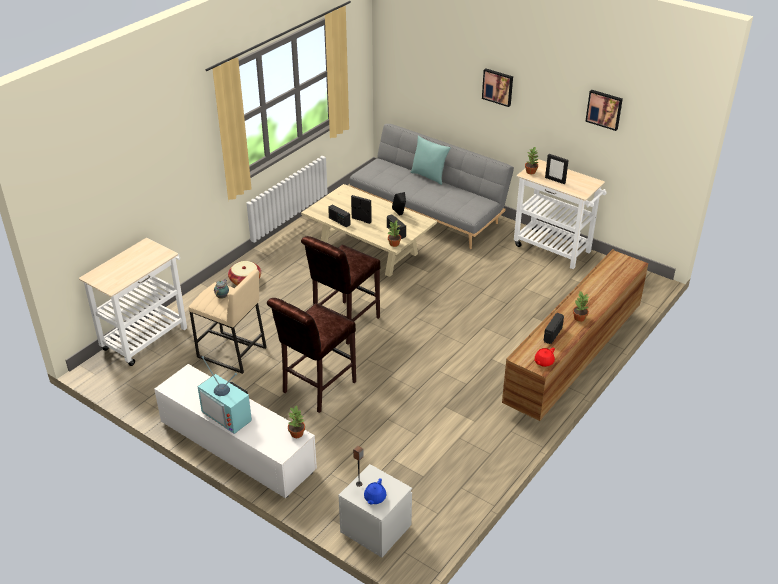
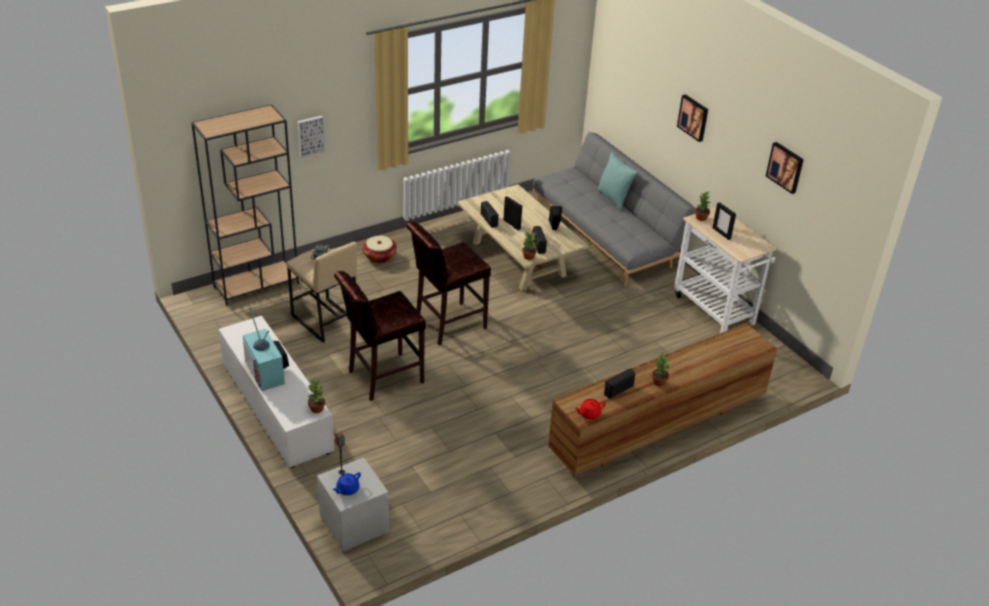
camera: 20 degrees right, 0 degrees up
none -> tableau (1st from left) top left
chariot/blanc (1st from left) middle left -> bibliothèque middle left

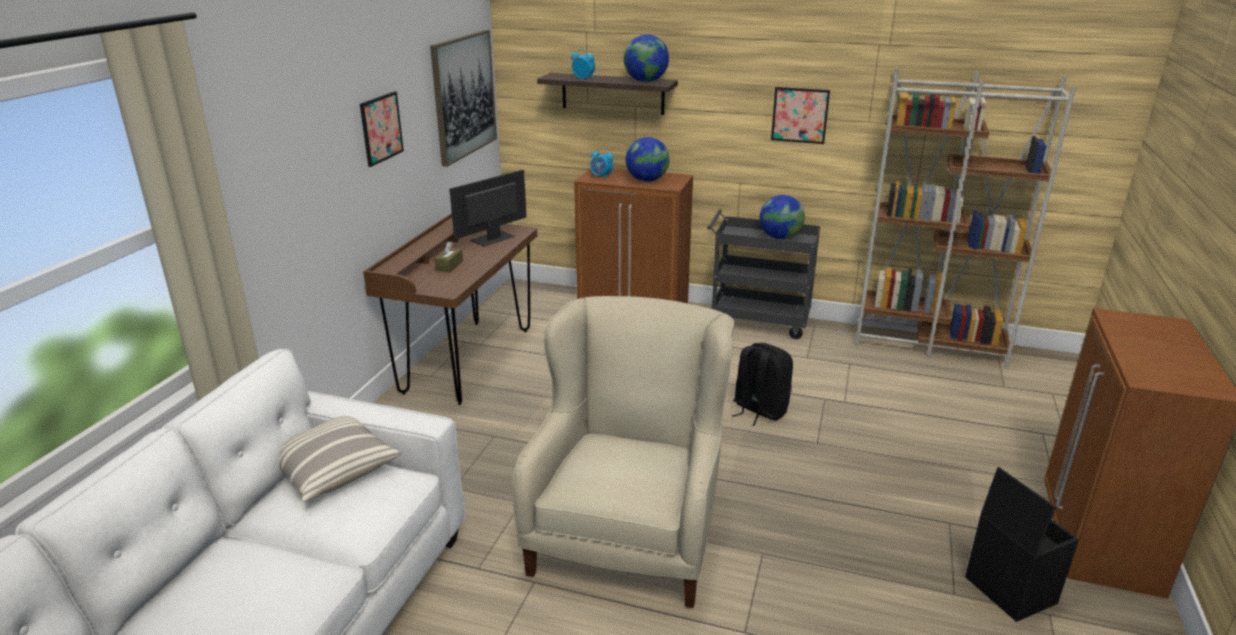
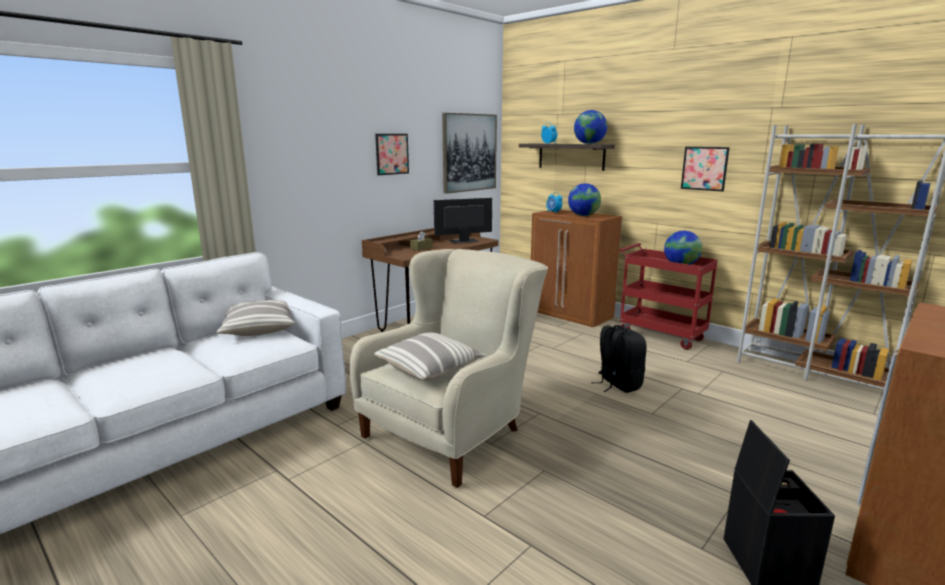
camera: 25 degrees right, 10 degrees down
none -> coussin (2nd from left) centre
chariot/gris centre -> chariot/rouge middle right

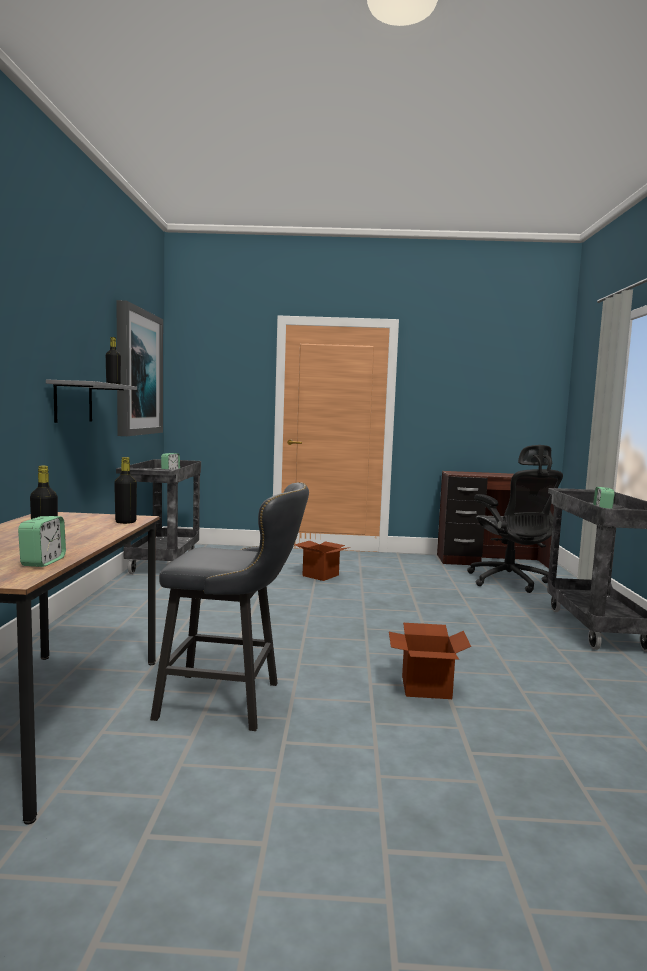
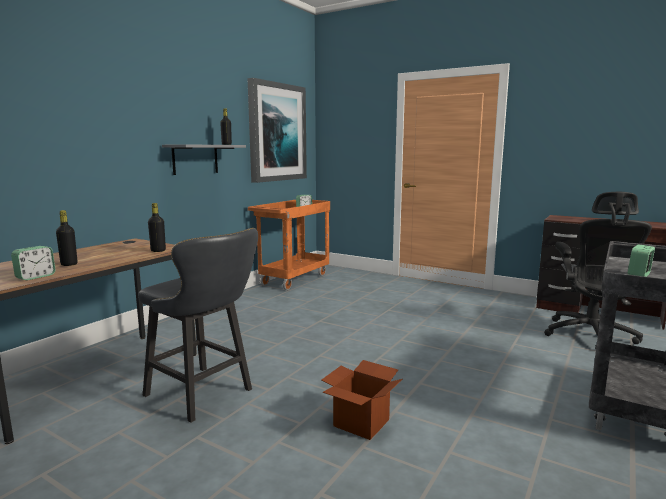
camera: 30 degrees right, 5 degrees up
carton (1st from left) centre -> none
chariot/gris (1st from left) middle left -> chariot/orange centre

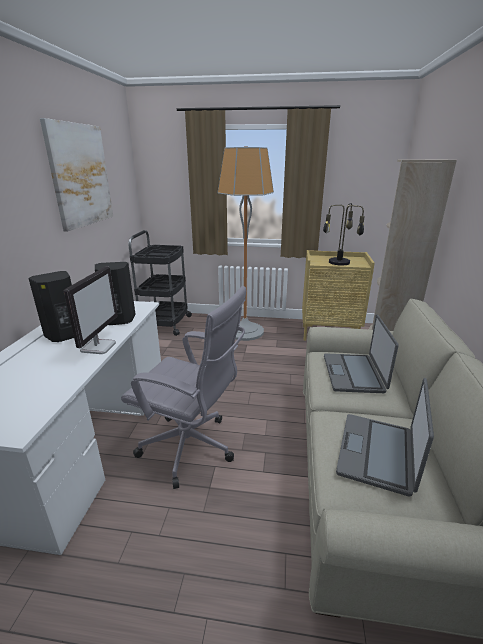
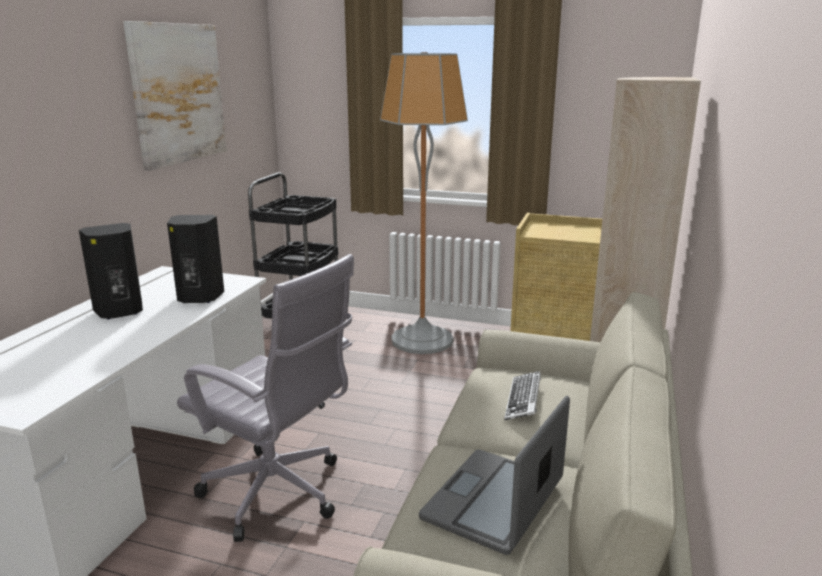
camera: 10 degrees right, 5 degrees down
écran d'ordinateur middle left -> none
lampe de table middle right -> none
ordinateur portable (1st from left) middle right -> clavier bottom centre

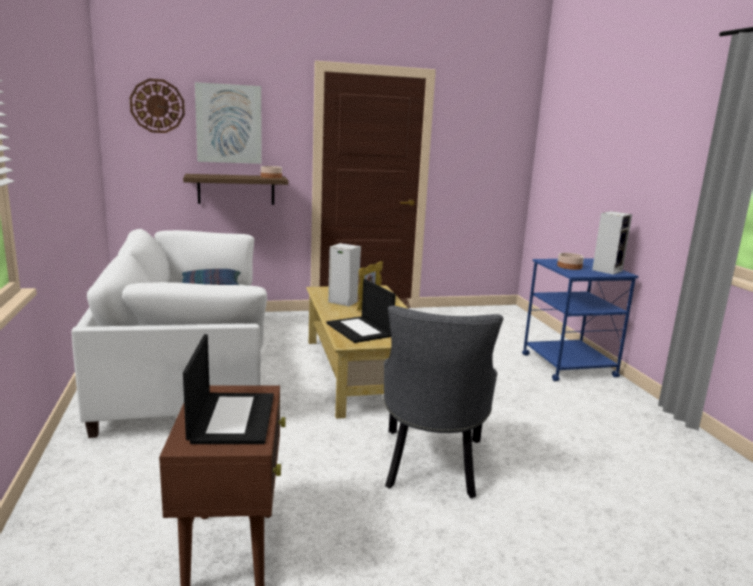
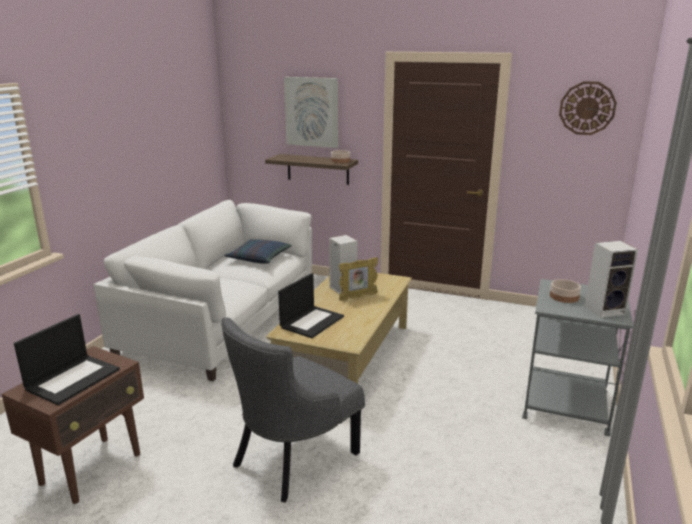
camera: 35 degrees right, 5 degrees up
horloge murale top left -> horloge murale top right, move
chariot/bleu middle right -> chariot/gris bottom right
ordinateur portable (2nd from left) centre, 150 degrees counterclockwise

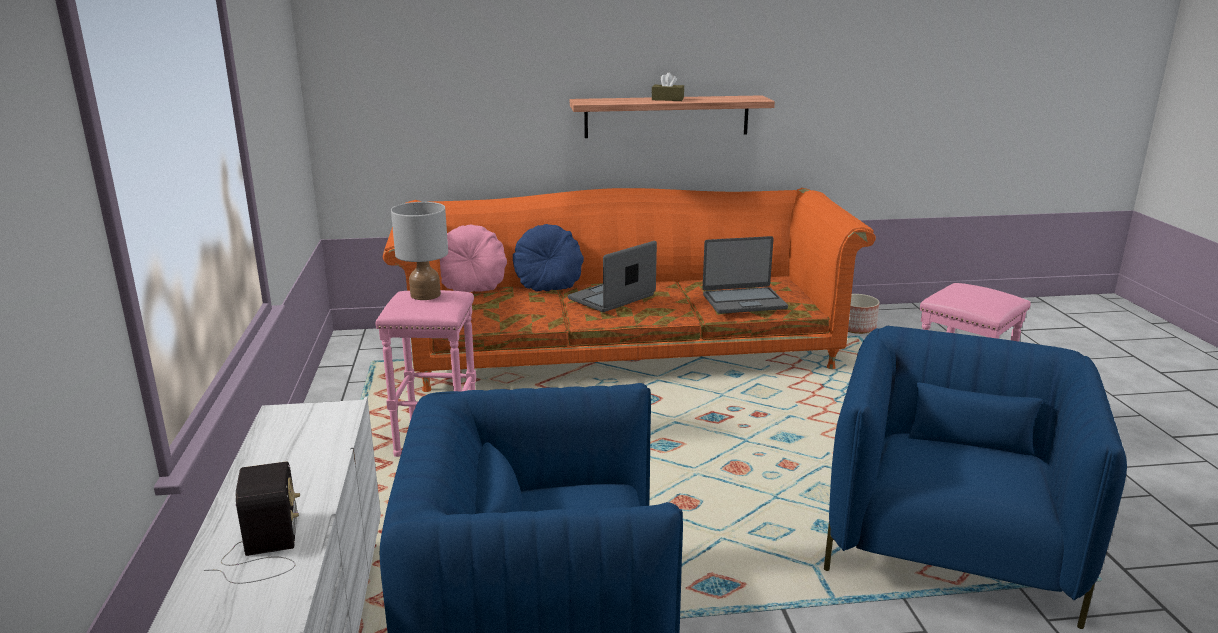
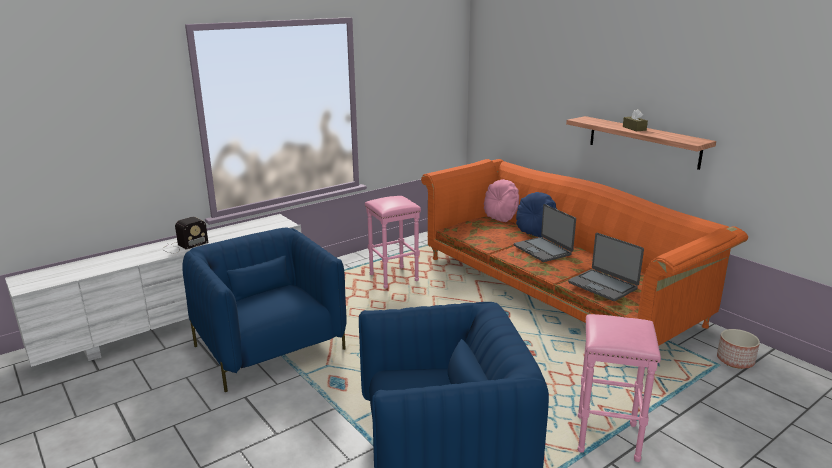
camera: 60 degrees right, 0 degrees up
lampe de table/gris centre -> none
ordinateur portable (1st from left) centre, 135 degrees counterclockwise

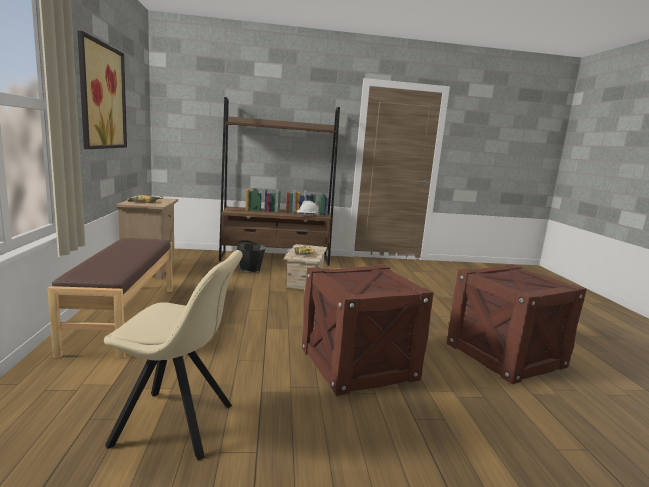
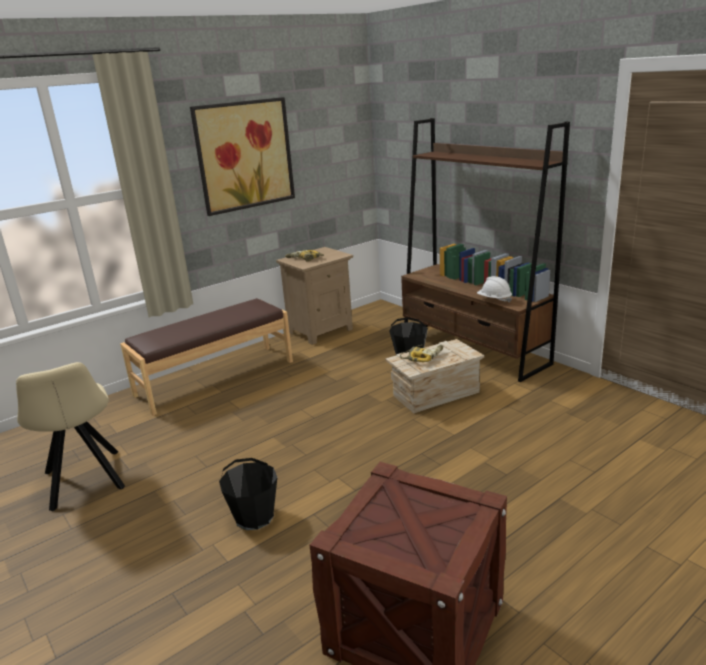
camera: 60 degrees right, 10 degrees up
caisse (2nd from left) bottom centre -> seau/noir (1st from left) bottom centre

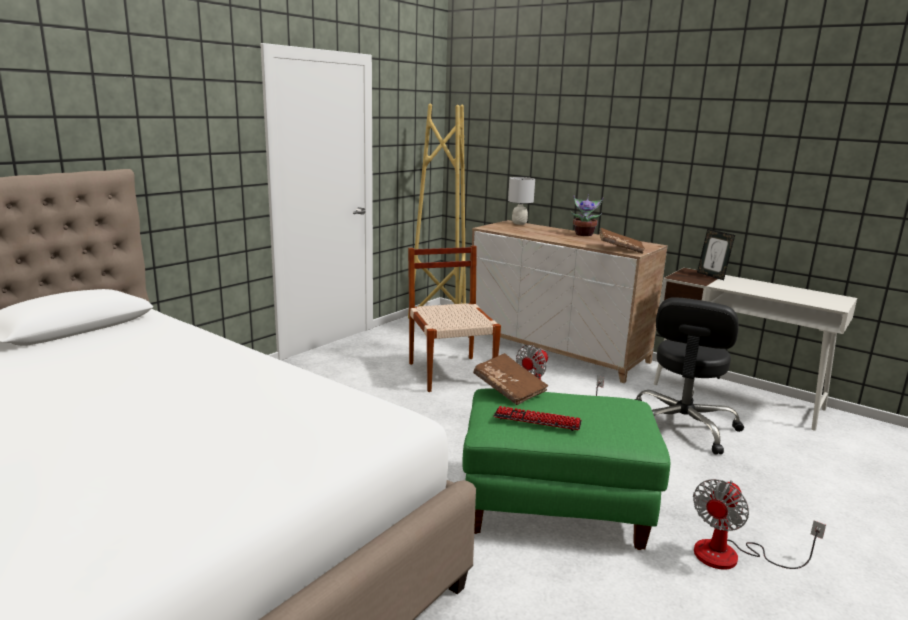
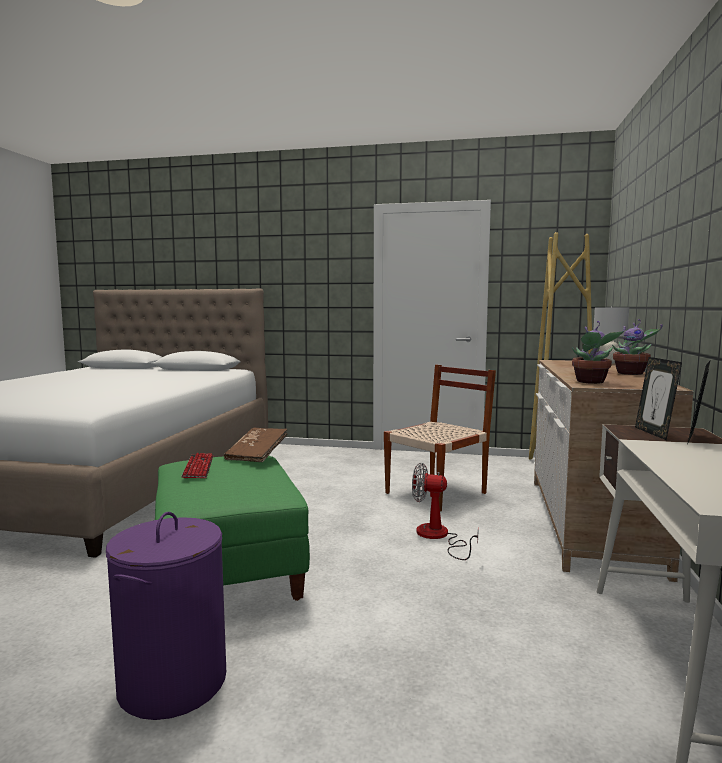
camera: 65 degrees right, 10 degrees down
chaise de bureau/noir middle right -> none
none -> cadre photo (1st from left) middle right
livre/marron (2nd from left) middle right -> plante en pot (1st from left) middle right
ventilateur (2nd from left) bottom right -> panier à linge/violet bottom left

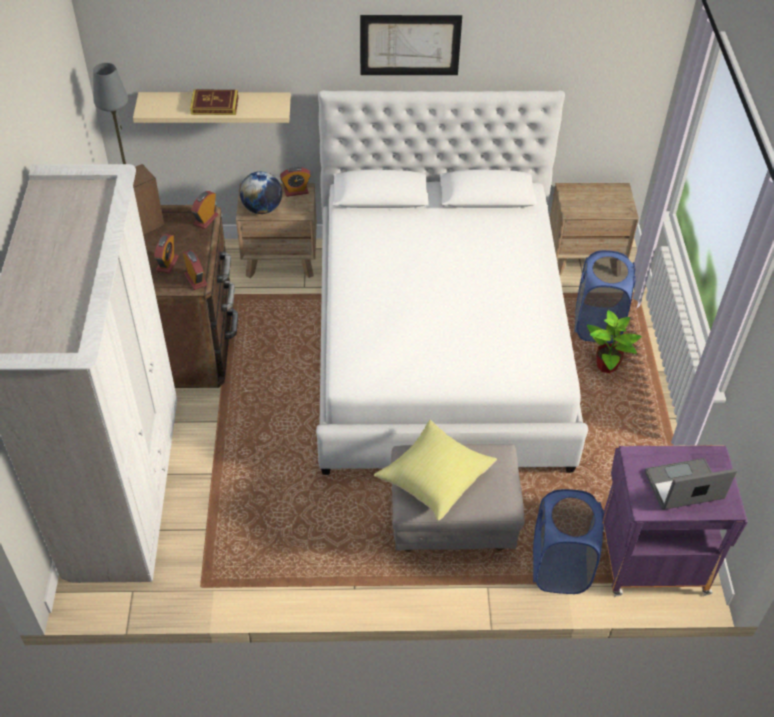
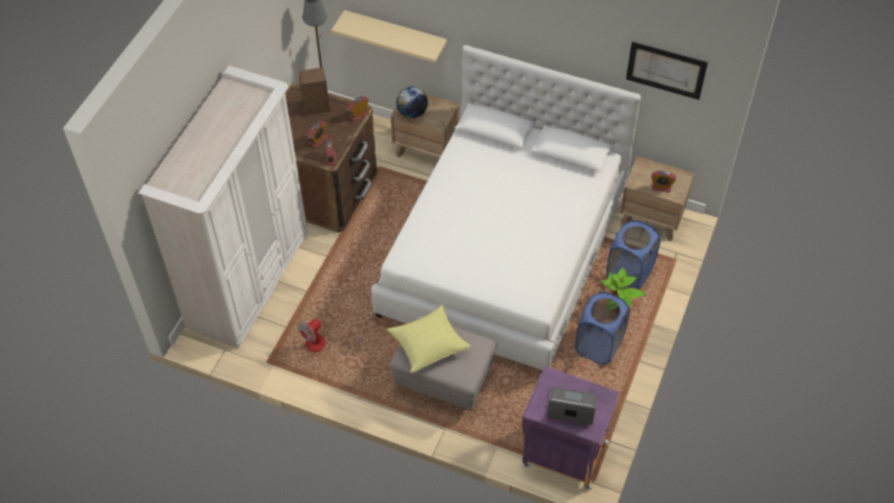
camera: 25 degrees right, 5 degrees up
livre top left -> none
none -> ventilateur bottom centre
réveil (4th from left) top centre -> réveil (4th from left) middle right, move
tableau top centre -> tableau top right, move
panier à linge/bleu (1st from left) bottom right -> panier à linge/bleu (1st from left) middle right, move

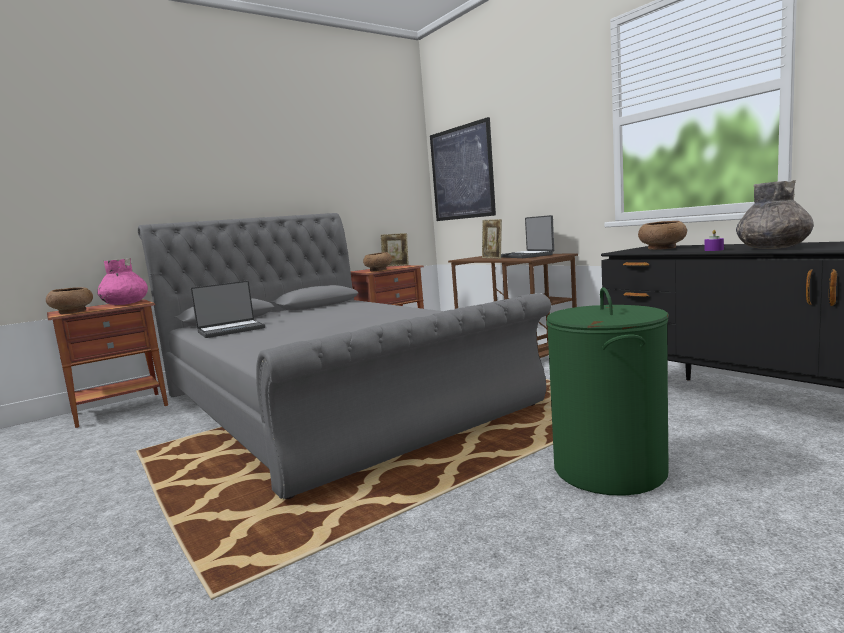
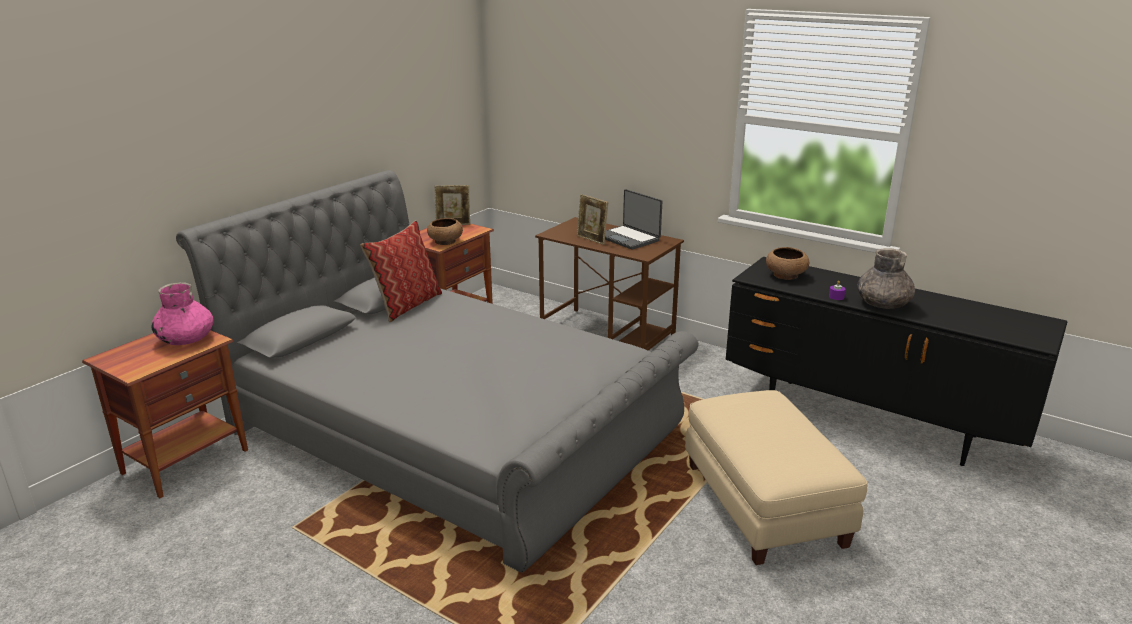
camera: 20 degrees left, 15 degrees up
bol/marron (1st from left) middle left -> none
ordinateur portable (1st from left) middle left -> none
tableau top centre -> none
none -> coussin centre
panier à linge/vert middle right -> pouf/beige bottom right

